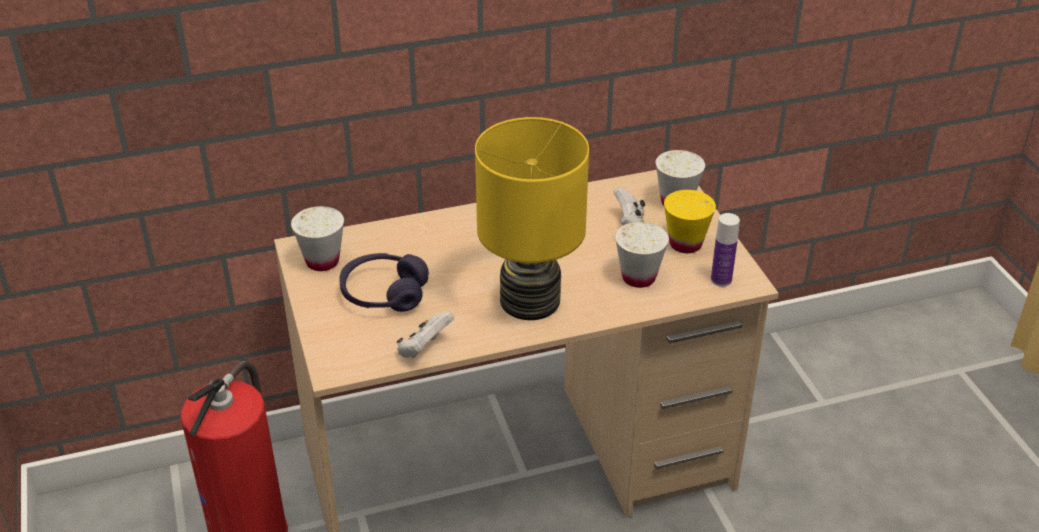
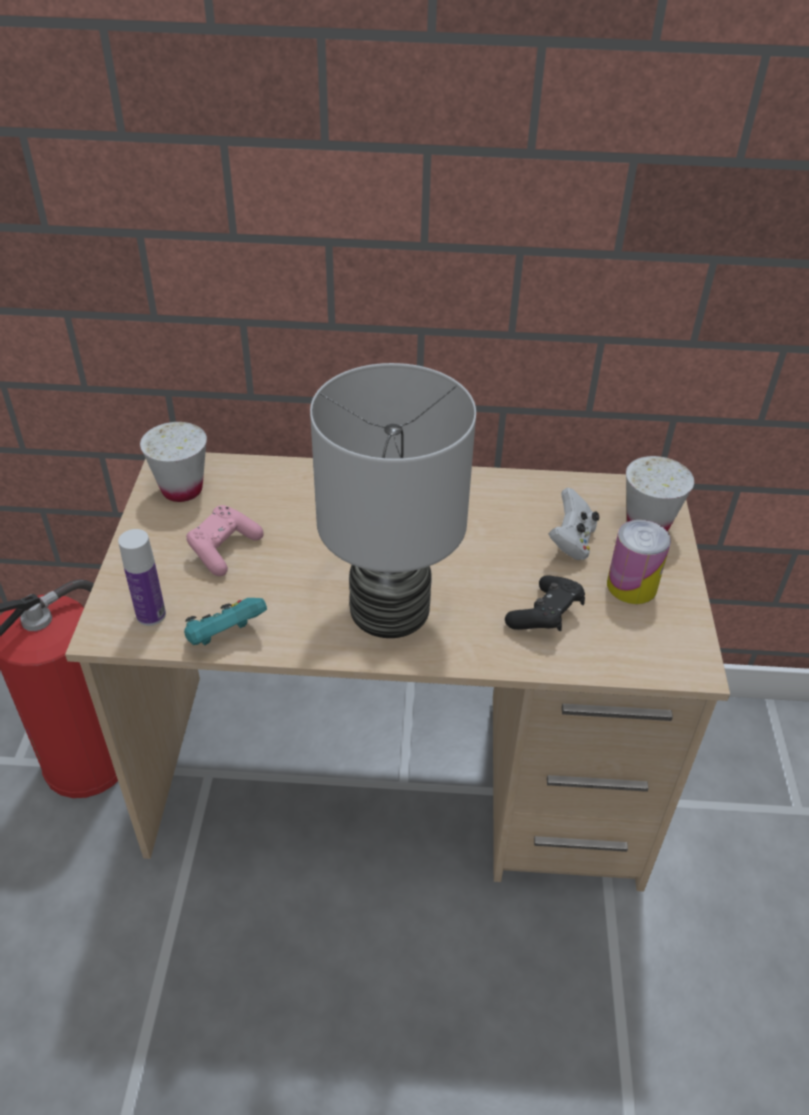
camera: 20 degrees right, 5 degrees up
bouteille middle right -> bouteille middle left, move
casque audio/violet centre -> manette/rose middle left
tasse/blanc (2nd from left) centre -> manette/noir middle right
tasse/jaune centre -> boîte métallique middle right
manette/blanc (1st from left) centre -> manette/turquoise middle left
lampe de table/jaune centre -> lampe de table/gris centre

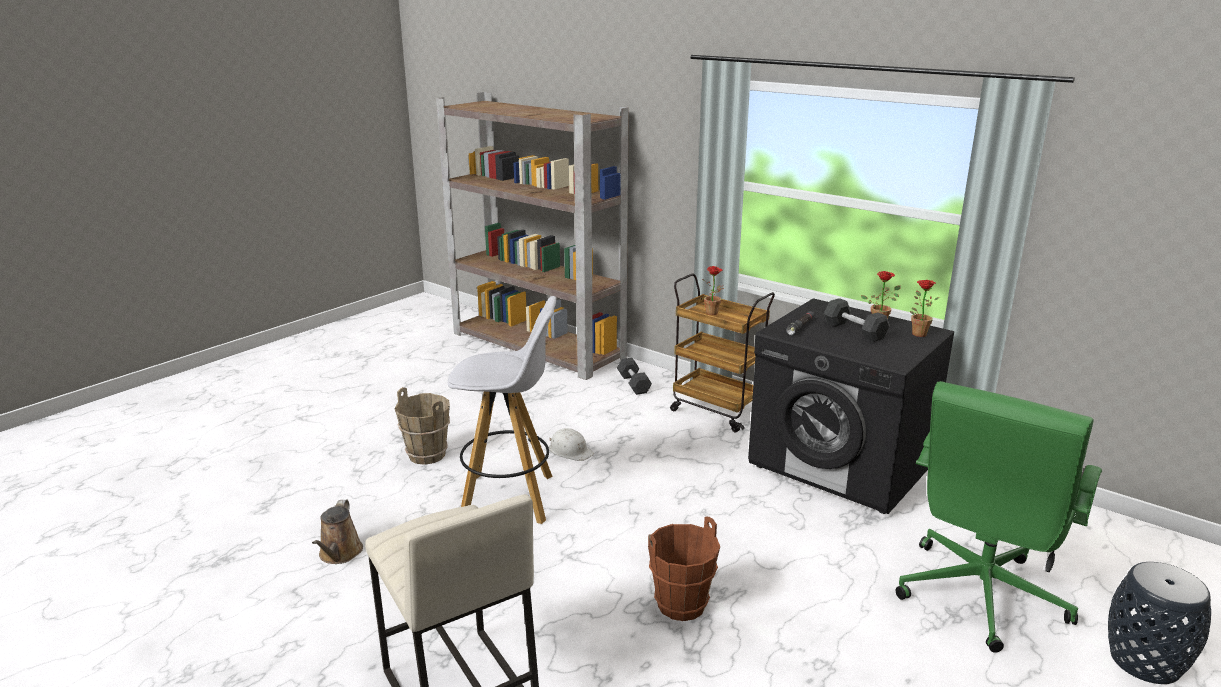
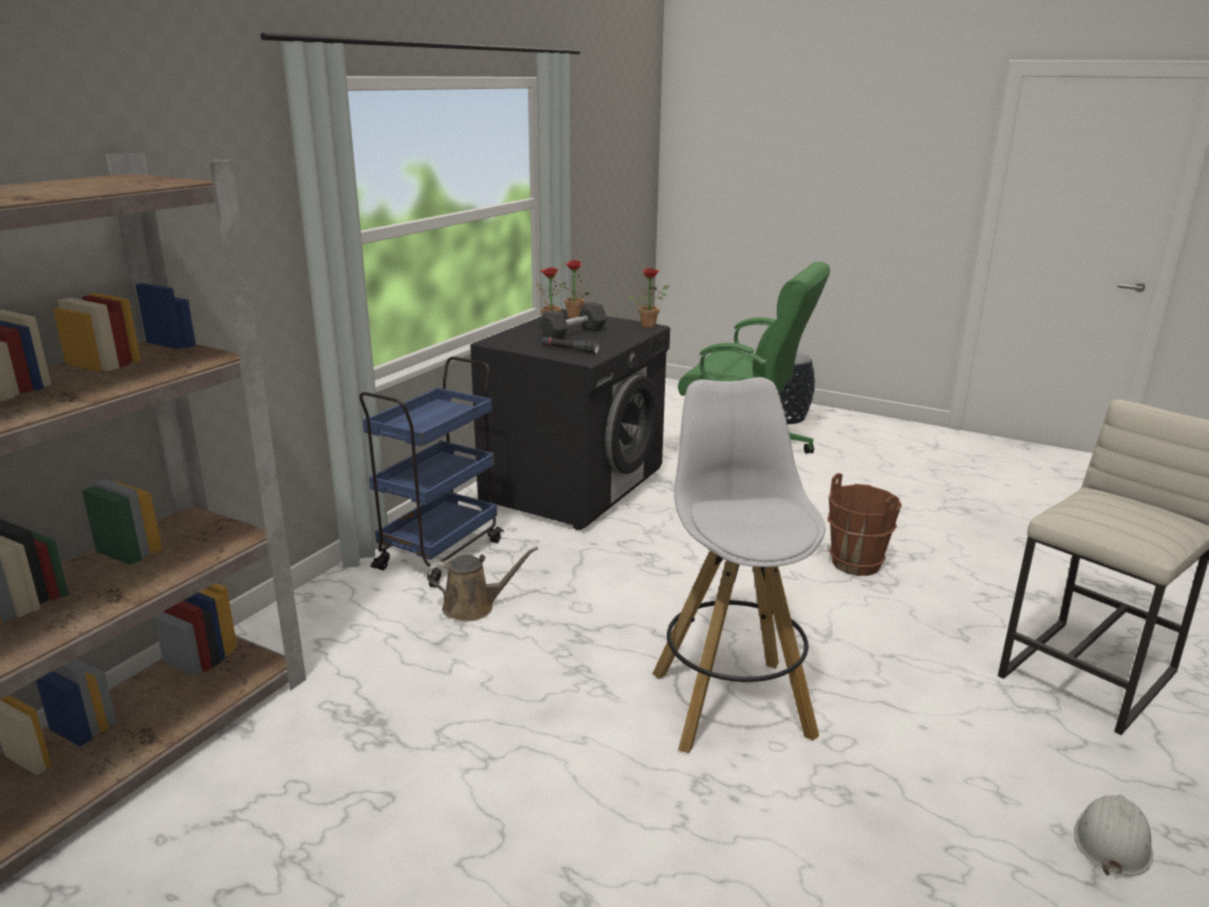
camera: 100 degrees left, 0 degrees up
seau/marron (1st from left) centre -> none
haltère/noir (1st from left) centre -> none
arrosoir/marron bottom left -> arrosoir/marron centre, move
casque de chantier/blanc centre -> casque de chantier/blanc bottom right, move
plante en pot (1st from left in the first image) centre -> plante en pot (3rd from left) top centre, move
chariot/marron centre -> chariot/bleu centre

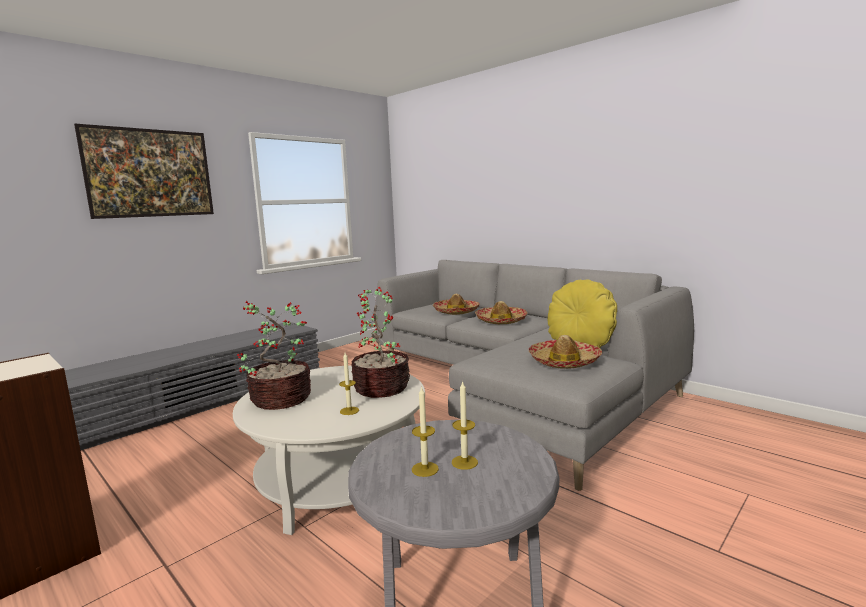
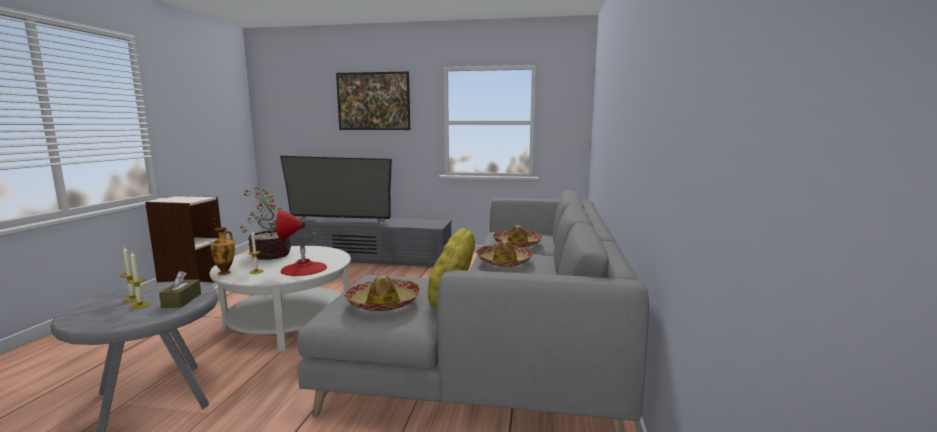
camera: 55 degrees right, 0 degrees up
none -> boîte à mouchoirs/marron bottom left
none -> vase middle left
none -> téléviseur centre
plante en pot (2nd from left) centre -> lampe de table/rouge middle left

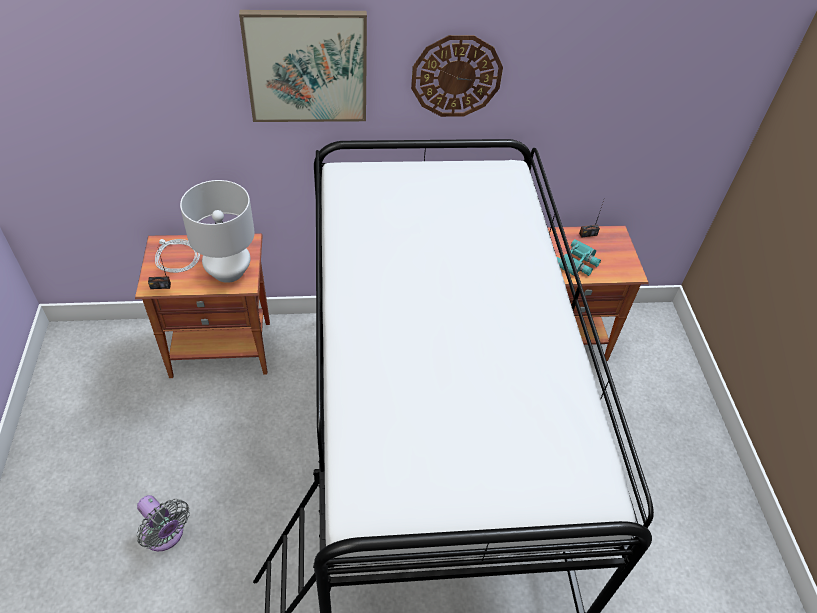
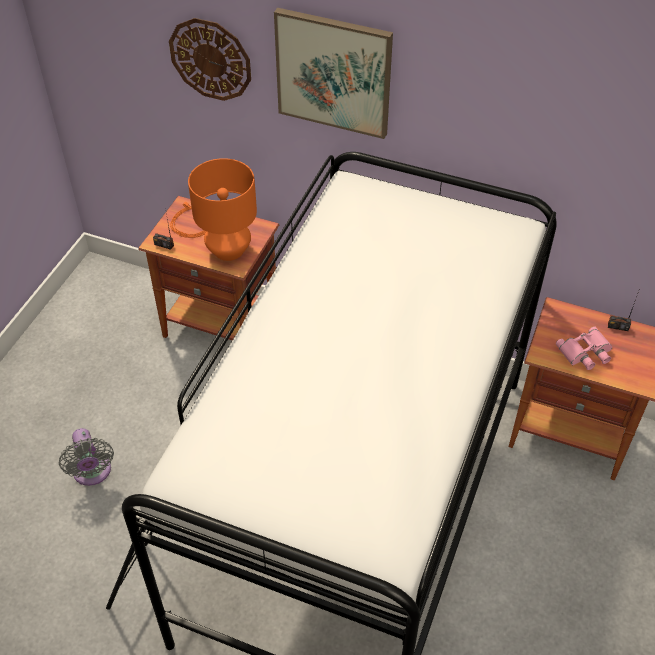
camera: 30 degrees right, 0 degrees up
horloge murale top centre -> horloge murale top left, move
lampe de table/blanc middle left -> lampe de table/orange top left
jumelles/turquoise middle right -> jumelles/rose middle right

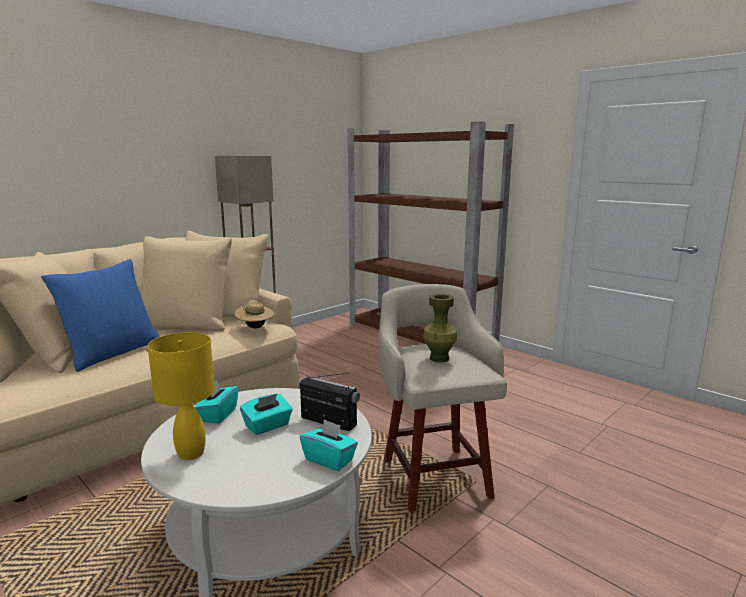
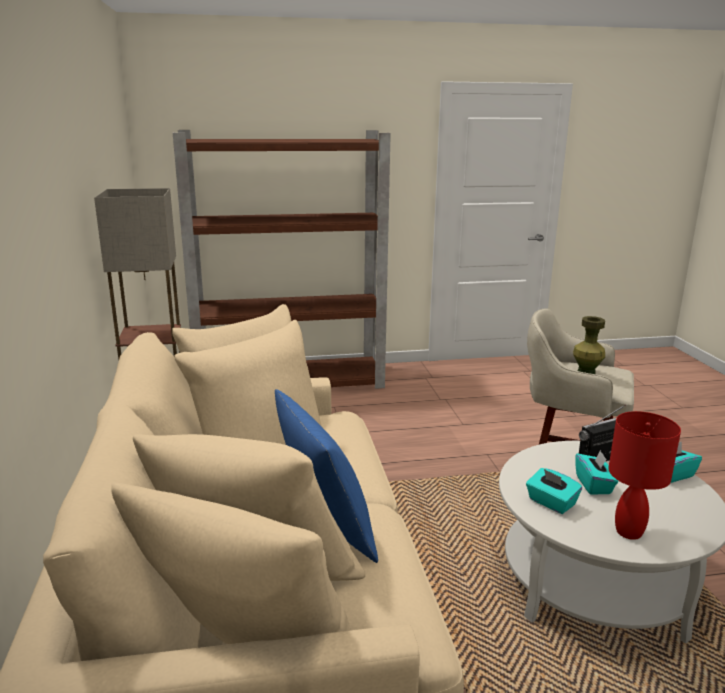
camera: 55 degrees left, 5 degrees up
chapeau/beige centre -> none
lampe de table/jaune middle left -> lampe de table/rouge bottom right

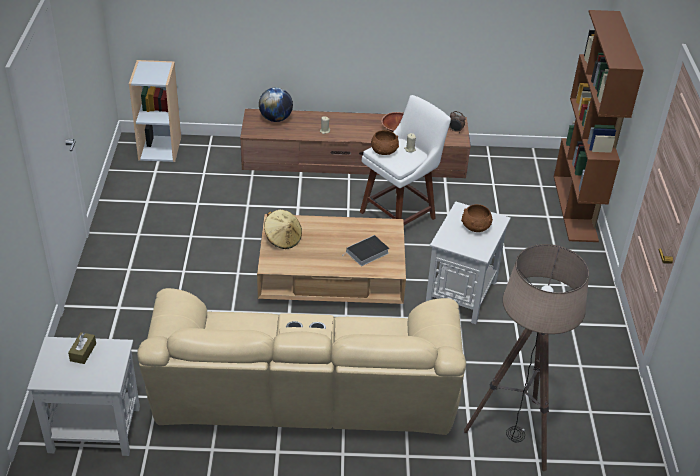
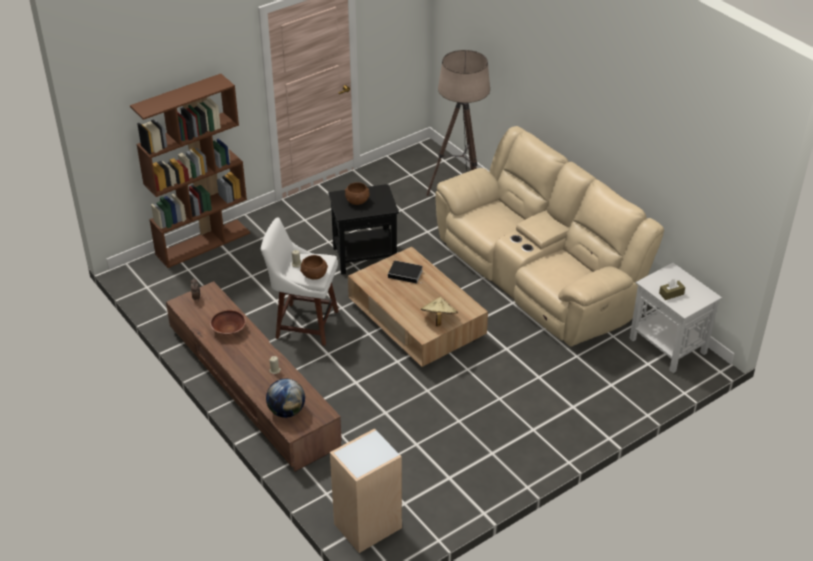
camera: 125 degrees left, 0 degrees up
table d'appoint/blanc (2nd from left) middle right -> table d'appoint/noir centre

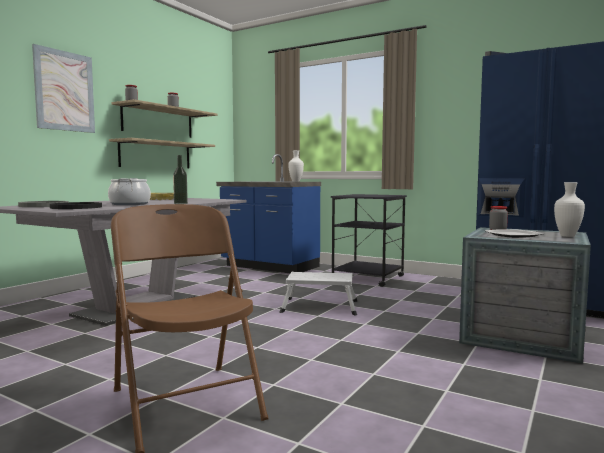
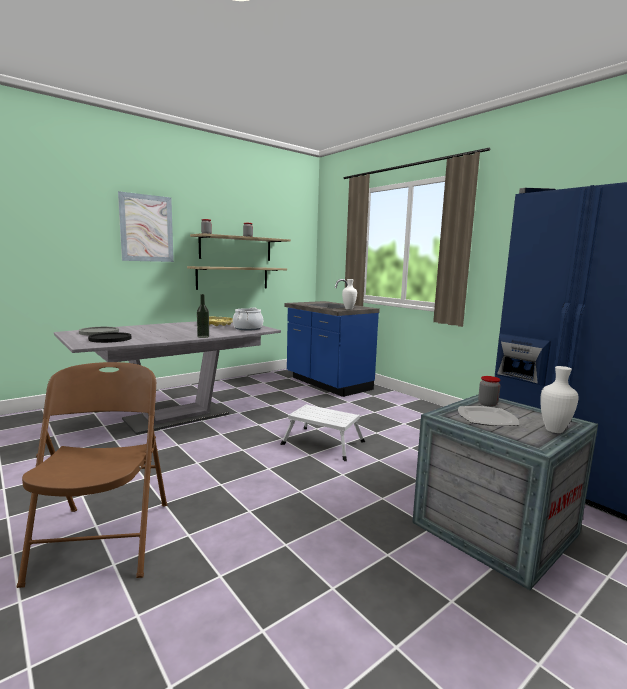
camera: 20 degrees right, 5 degrees up
chariot/noir centre -> none
marmite middle left -> marmite centre, move

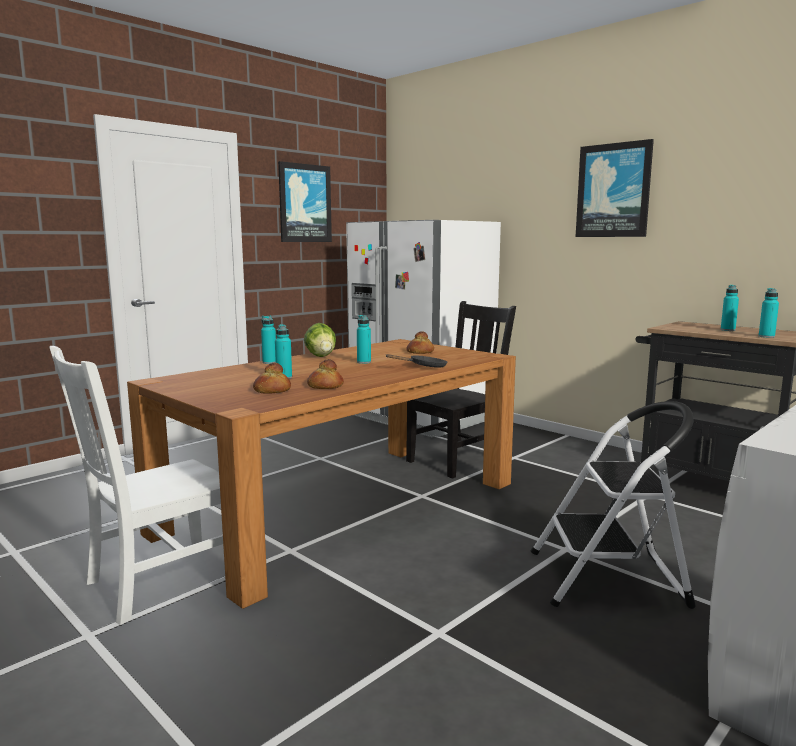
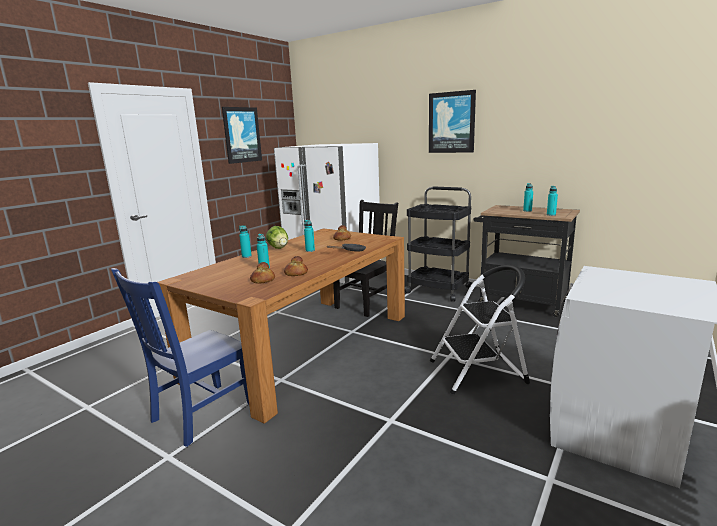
camera: 10 degrees left, 5 degrees up
none -> chariot/noir (1st from left) centre
chaise/blanc middle left -> chaise/bleu bottom left

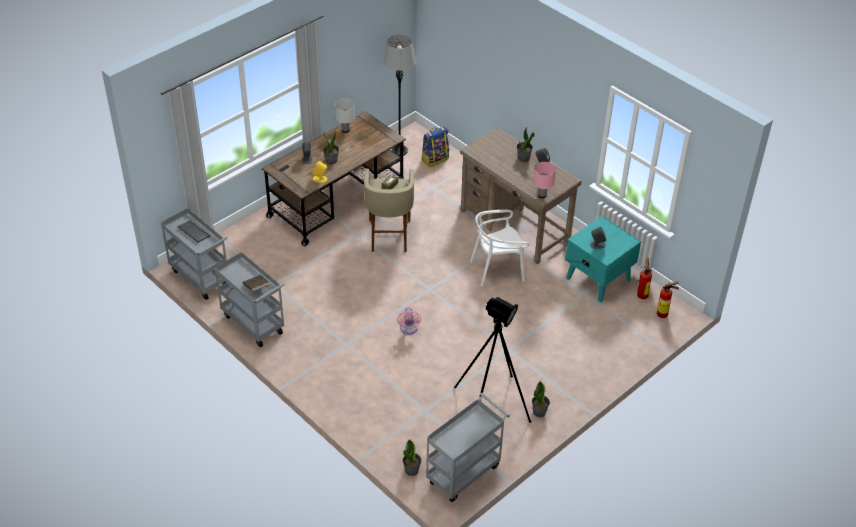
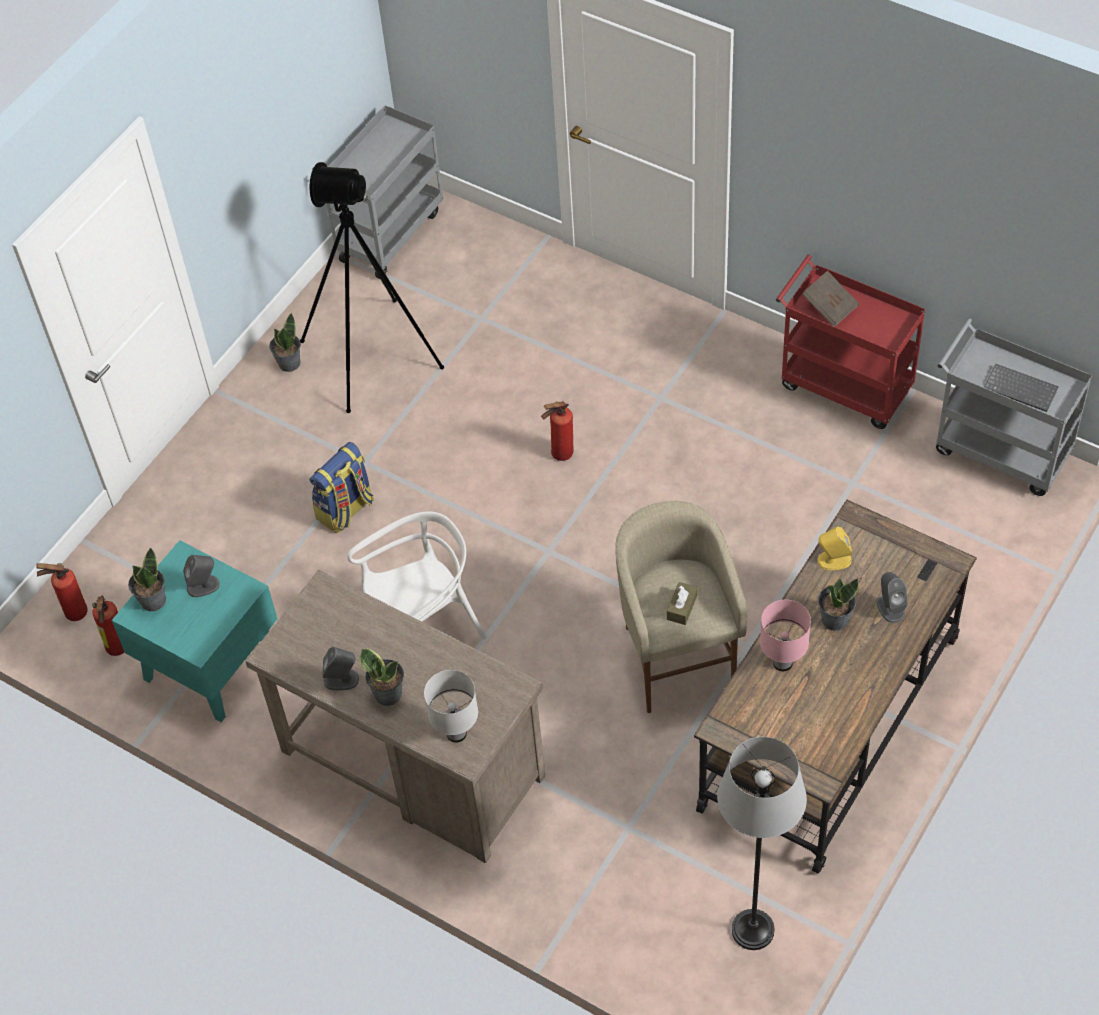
camera: 170 degrees right, 10 degrees up
lampe de table/blanc top centre -> lampe de table/blanc bottom centre, move
plante en pot (2nd from left in the first image) bottom centre -> plante en pot (1st from left) middle left, move
sac à dos top centre -> sac à dos middle left, move
lampe de table/rose centre -> lampe de table/rose middle right, move
ventilateur/rose centre -> extincteur (3rd from left) centre
chariot/gris (2nd from left) middle left -> chariot/rouge middle right

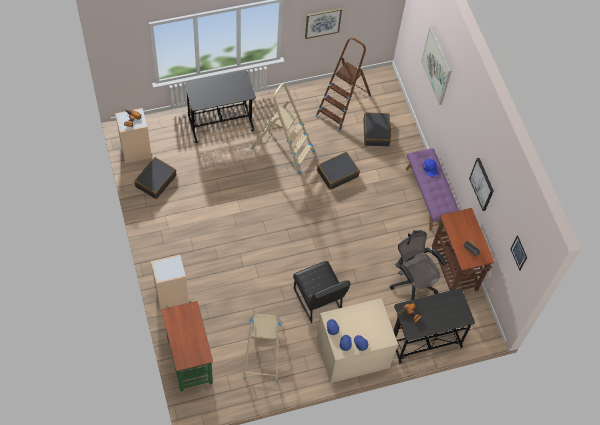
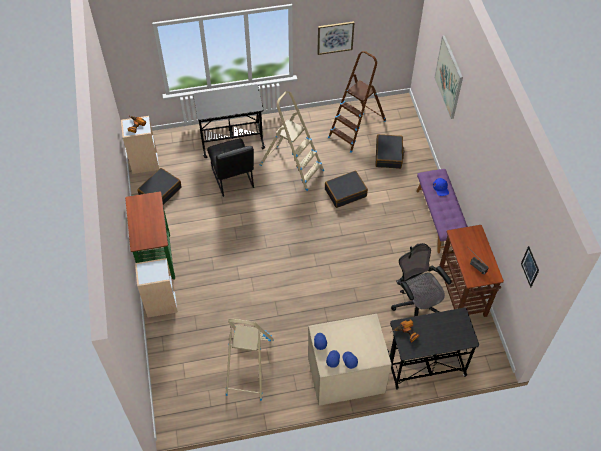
camera: 10 degrees right, 5 degrees down
tableau (3rd from left) middle right -> none
chariot/vert bottom left -> chariot/vert middle left, move
chaise/noir bottom centre -> chaise/noir centre, move

